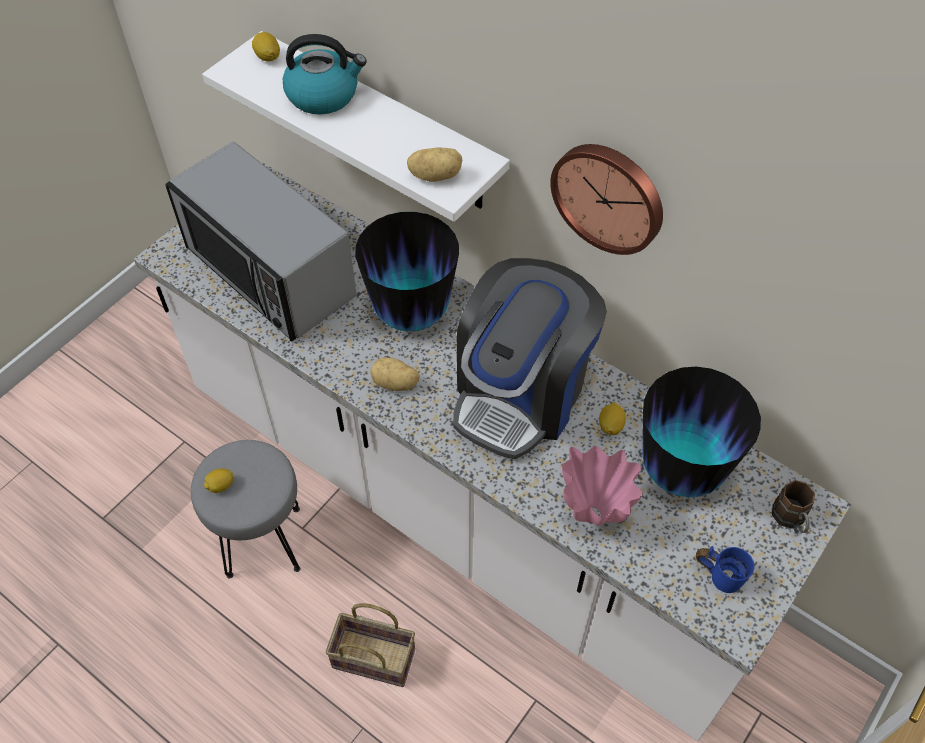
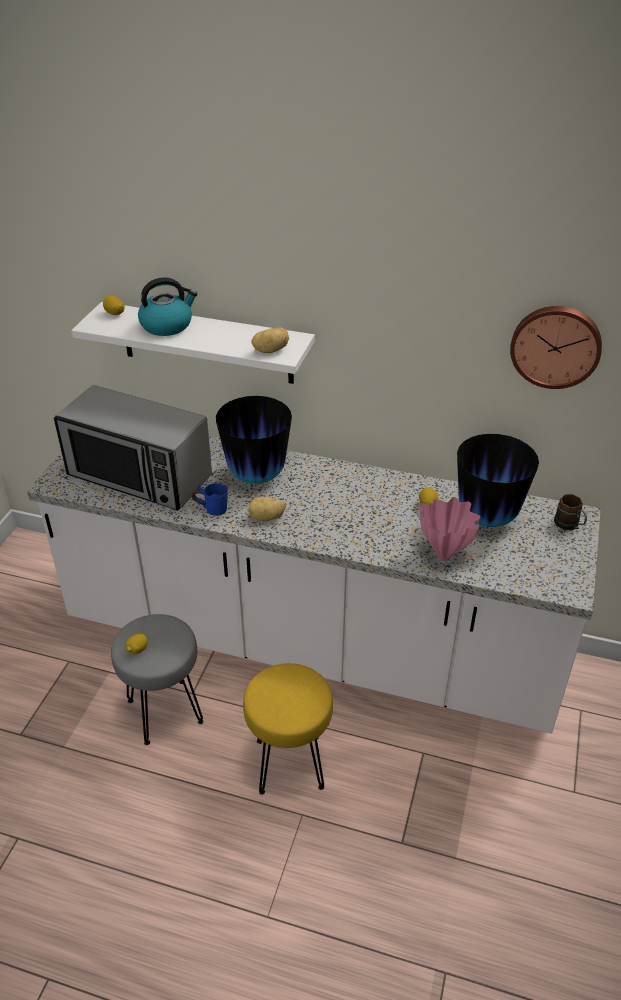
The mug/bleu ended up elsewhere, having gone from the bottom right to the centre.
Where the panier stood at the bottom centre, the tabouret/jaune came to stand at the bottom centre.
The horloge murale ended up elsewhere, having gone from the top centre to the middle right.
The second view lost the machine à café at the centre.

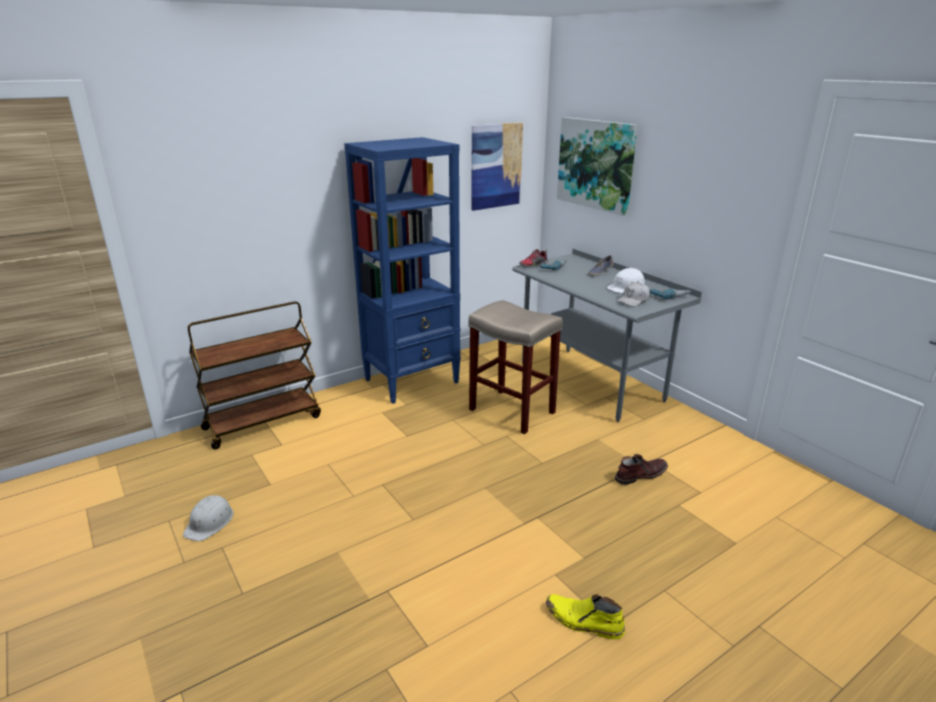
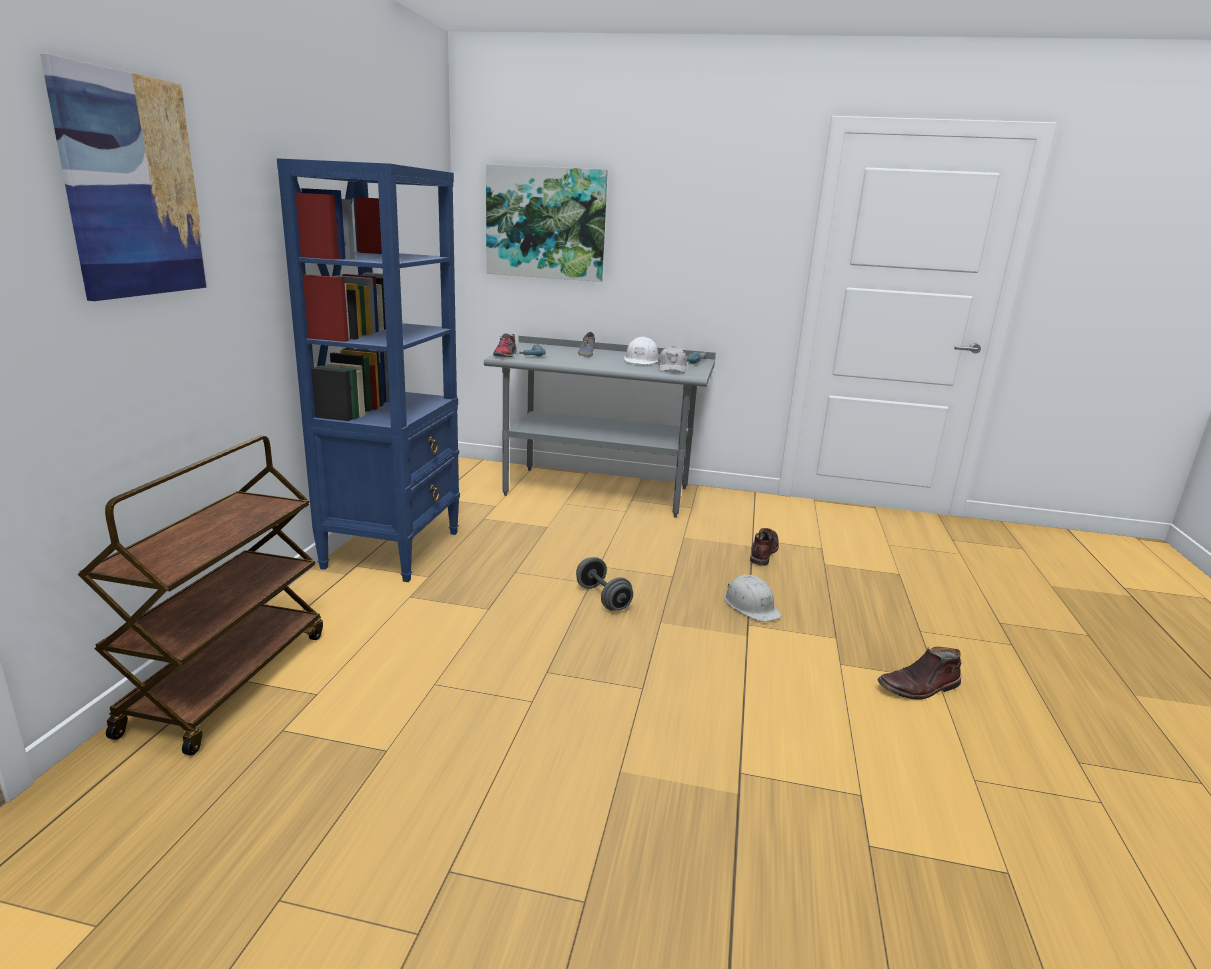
The tableau (no. 1 from left) ended up elsewhere, having gone from the top centre to the top left.
The second view gained the haltère/gris at the centre.
The casque de chantier/blanc (no. 1 from left in the first image) ended up elsewhere, having gone from the bottom left to the centre.
What was the botte/jaune at the bottom centre turned into the botte/marron (no. 2 from left) at the bottom right.
The second view lost the tabouret/beige at the centre.

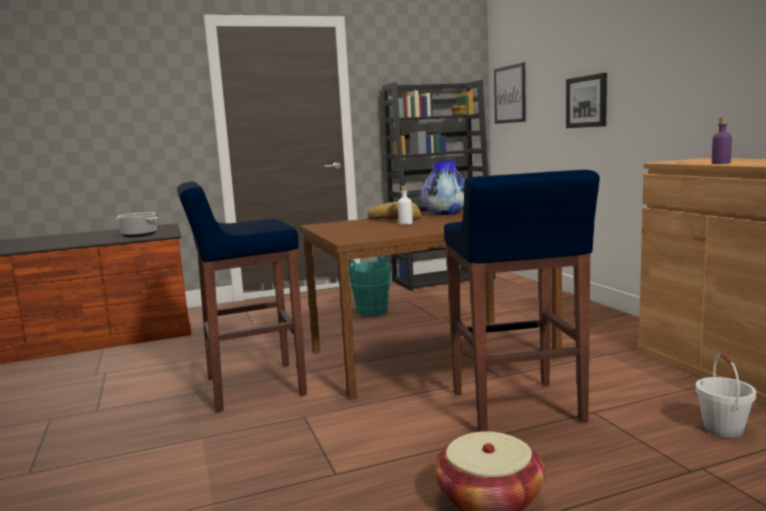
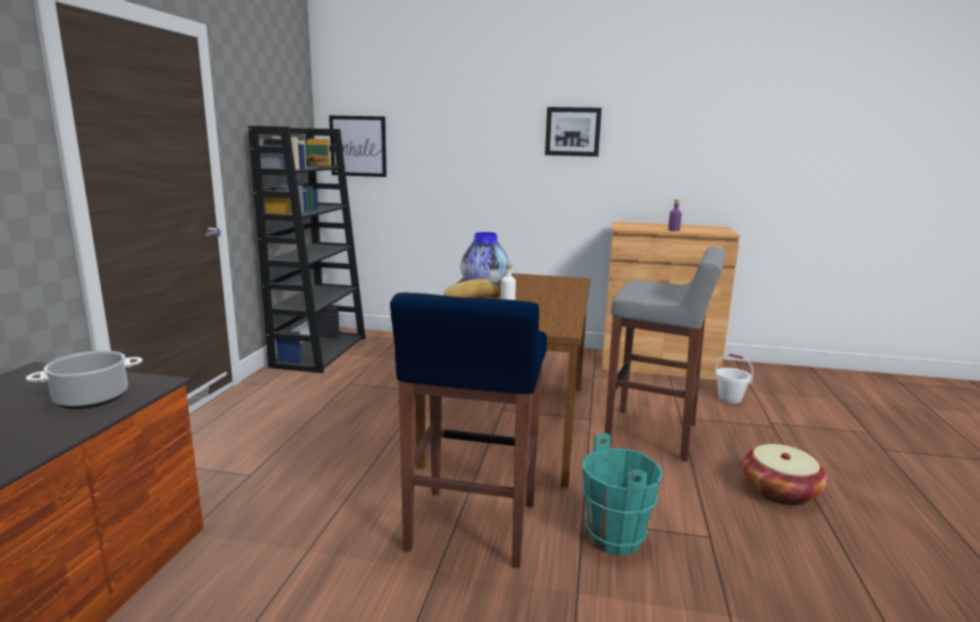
The tableau (no. 2 from left) ended up elsewhere, having gone from the top right to the top centre.
The seau/turquoise ended up elsewhere, having gone from the centre to the bottom centre.
What was the tabouret/bleu (no. 2 from left) at the middle right turned into the tabouret/gris at the middle right.

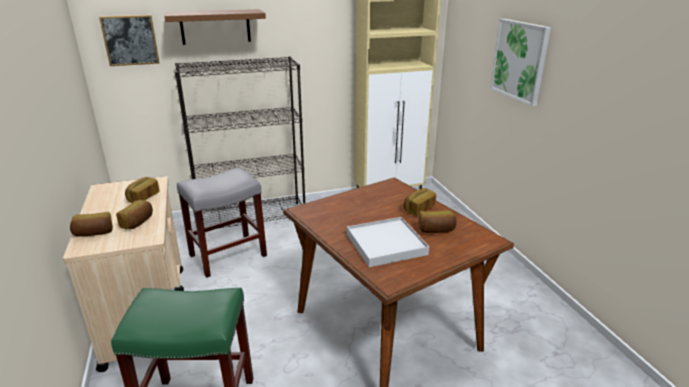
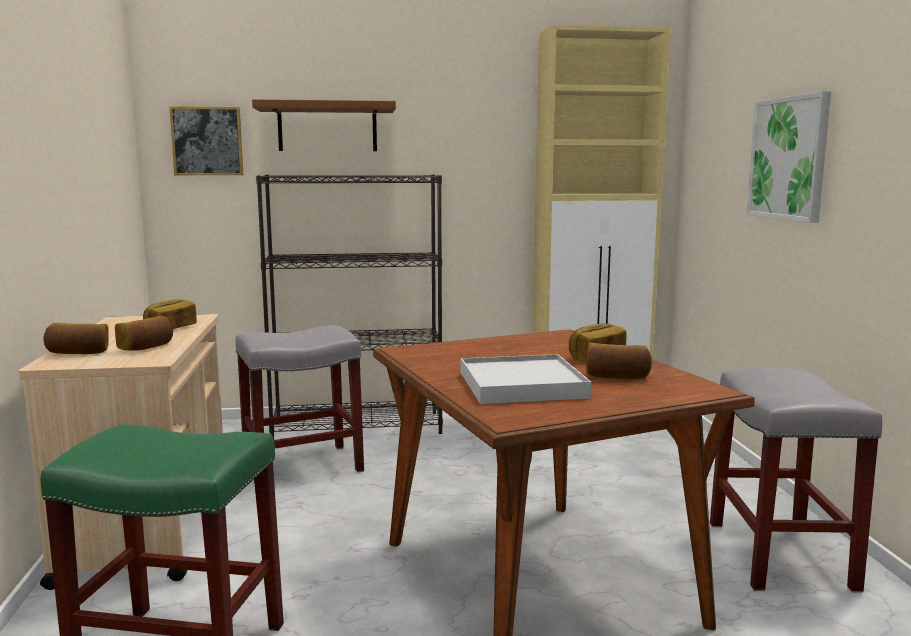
The second view gained the tabouret/gris (no. 2 from left) at the bottom right.

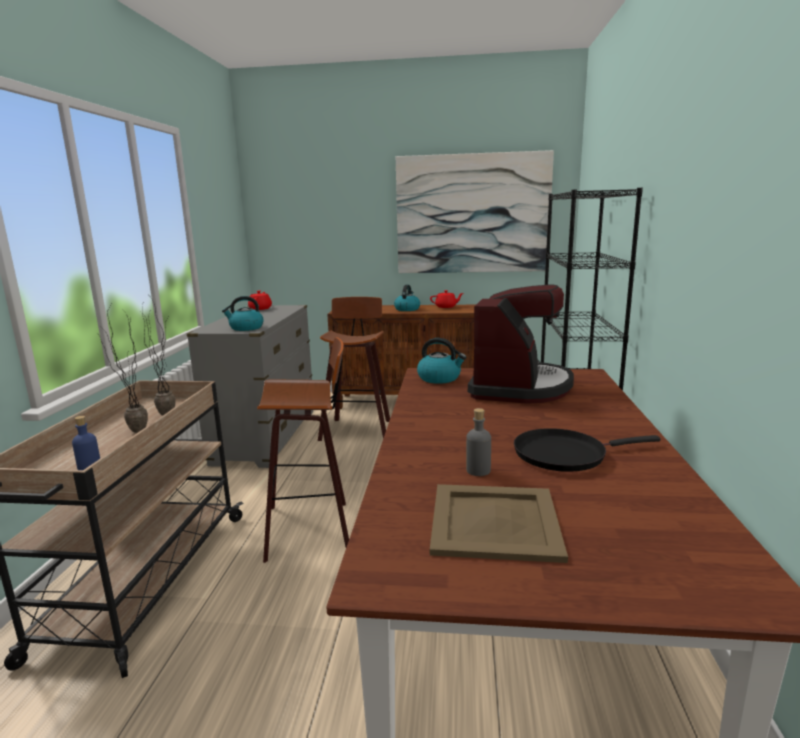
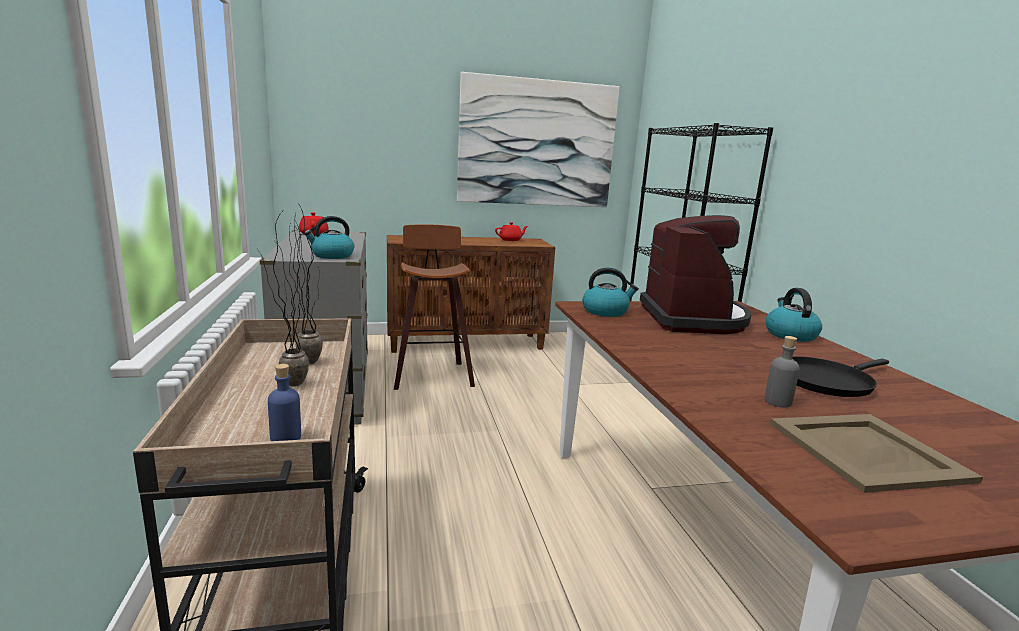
The bouilloire (no. 2 from left in the first image) ended up elsewhere, having gone from the centre to the middle right.
The second view lost the tabouret (no. 1 from left) at the centre.

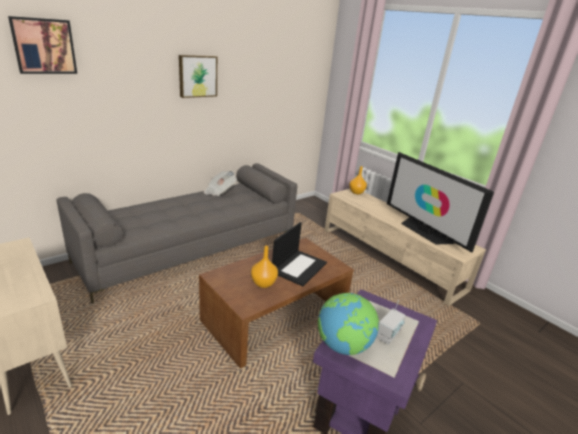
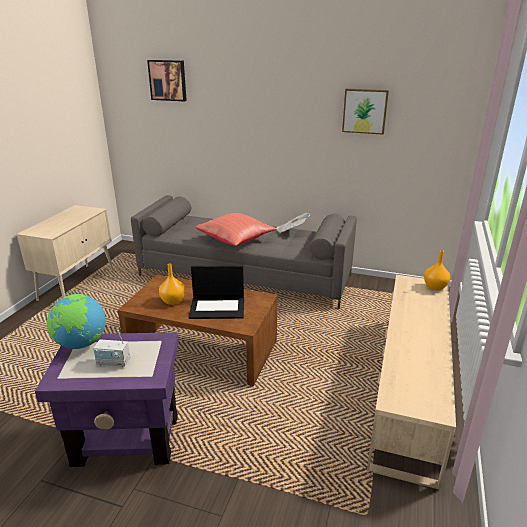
The second view gained the coussin/rouge at the centre.
The tableau (no. 2 from left) ended up elsewhere, having gone from the top centre to the top right.
The second view lost the téléviseur at the middle right.

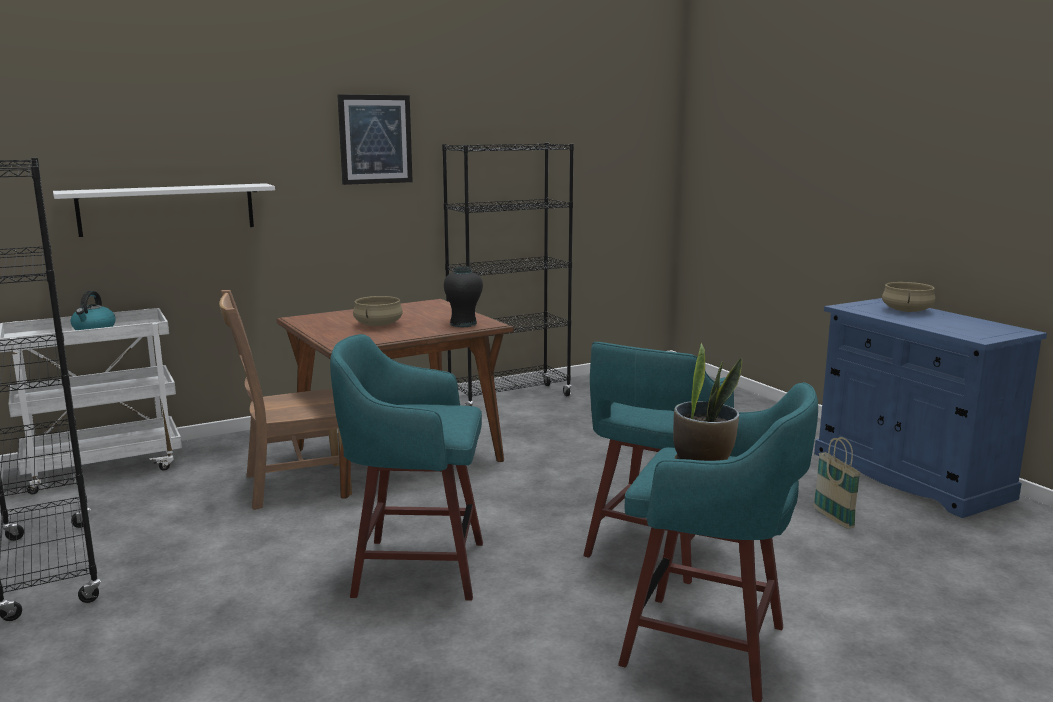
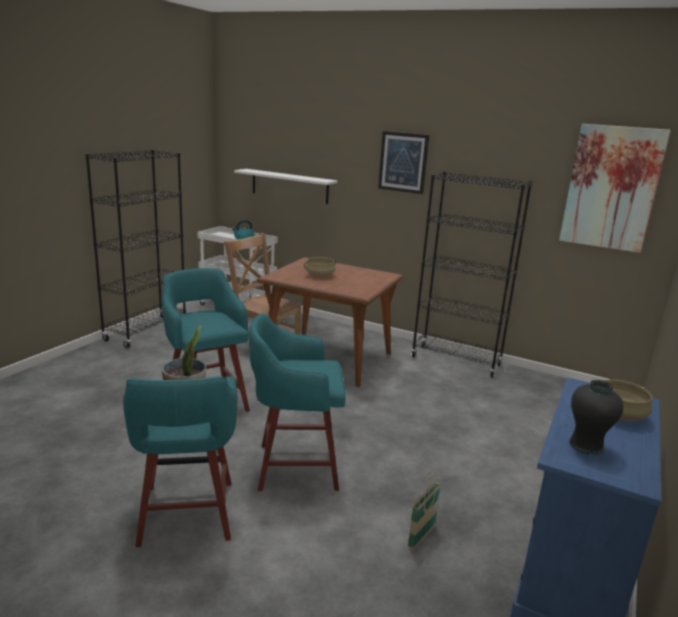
The second view gained the tableau (no. 2 from left) at the top right.
The vase/noir ended up elsewhere, having gone from the centre to the bottom right.

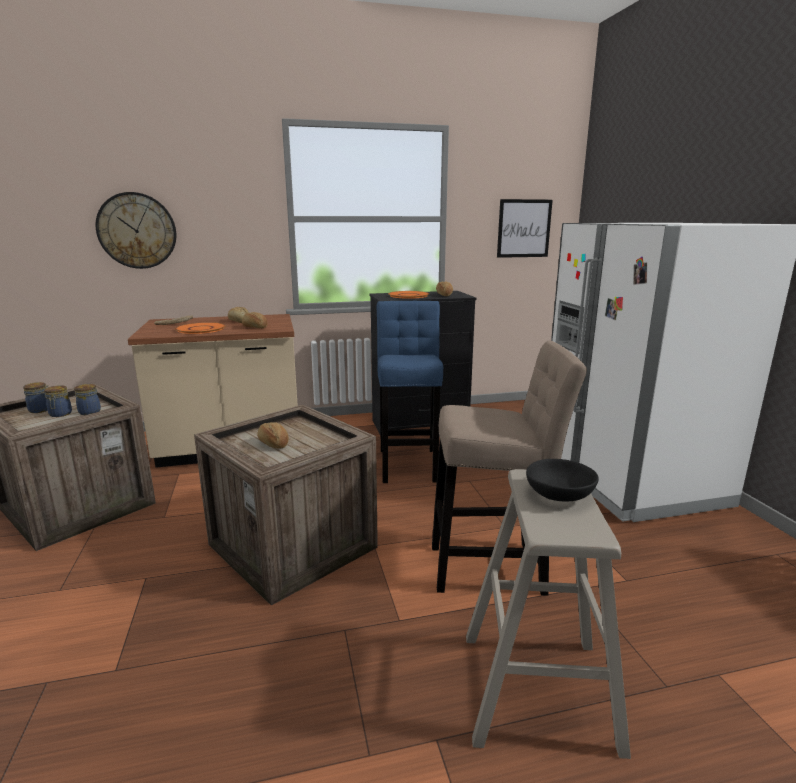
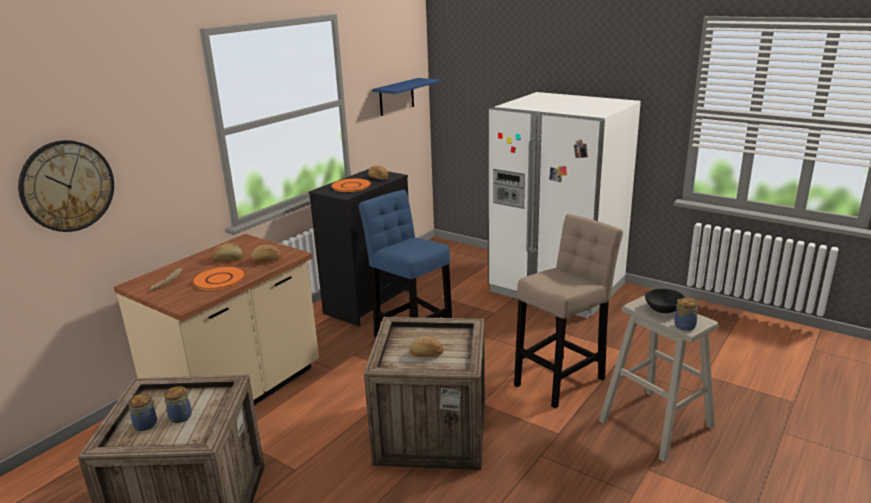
Where the tableau hung at the top centre, the étagère/bleu came to hang at the top centre.
The bocal (no. 3 from left) ended up elsewhere, having gone from the middle left to the middle right.

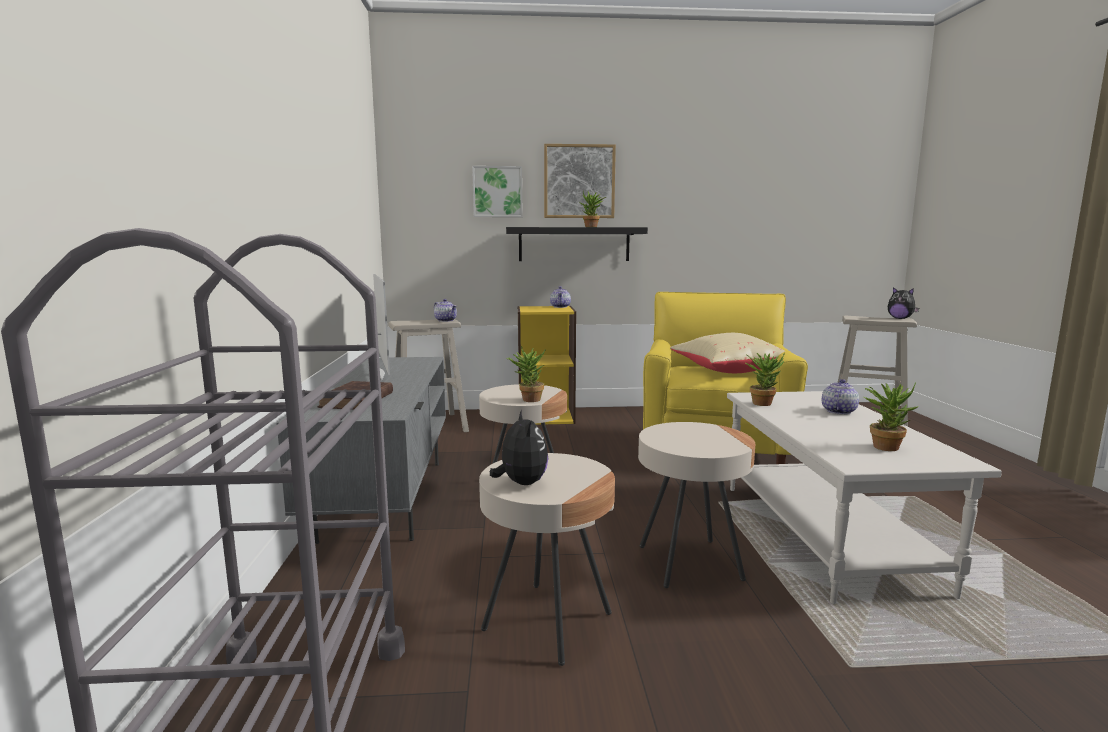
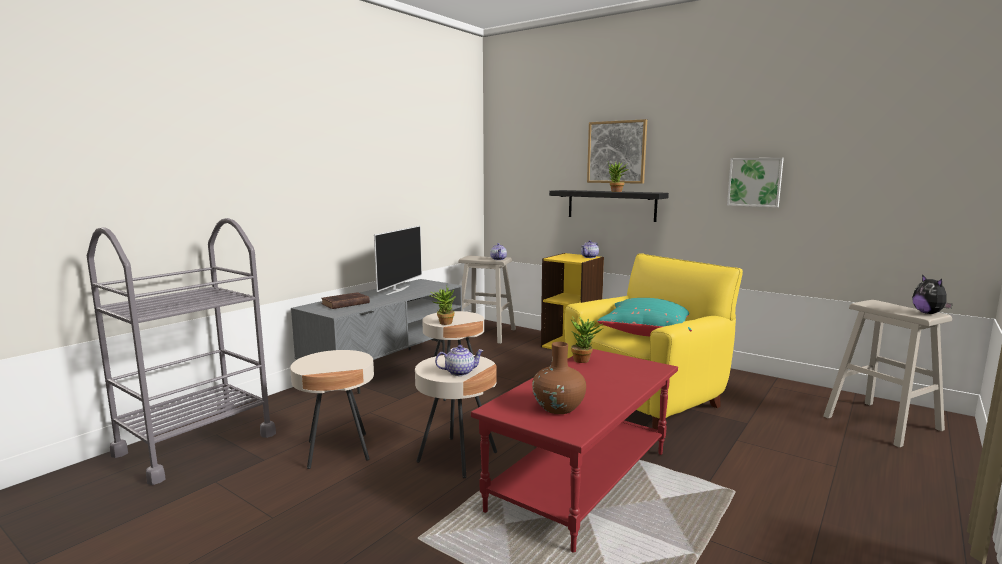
The théière (no. 3 from left in the first image) ended up elsewhere, having gone from the middle right to the centre.
What was the table basse/blanc at the bottom right turned into the table basse/rouge at the bottom centre.
Where the plante en pot (no. 4 from left) stood at the middle right, the vase/marron came to stand at the bottom centre.
What was the coussin/beige at the centre turned into the coussin/turquoise at the centre.
The tableau (no. 1 from left in the first image) ended up elsewhere, having gone from the top centre to the top right.
The second view lost the peluche (no. 1 from left) at the centre.

